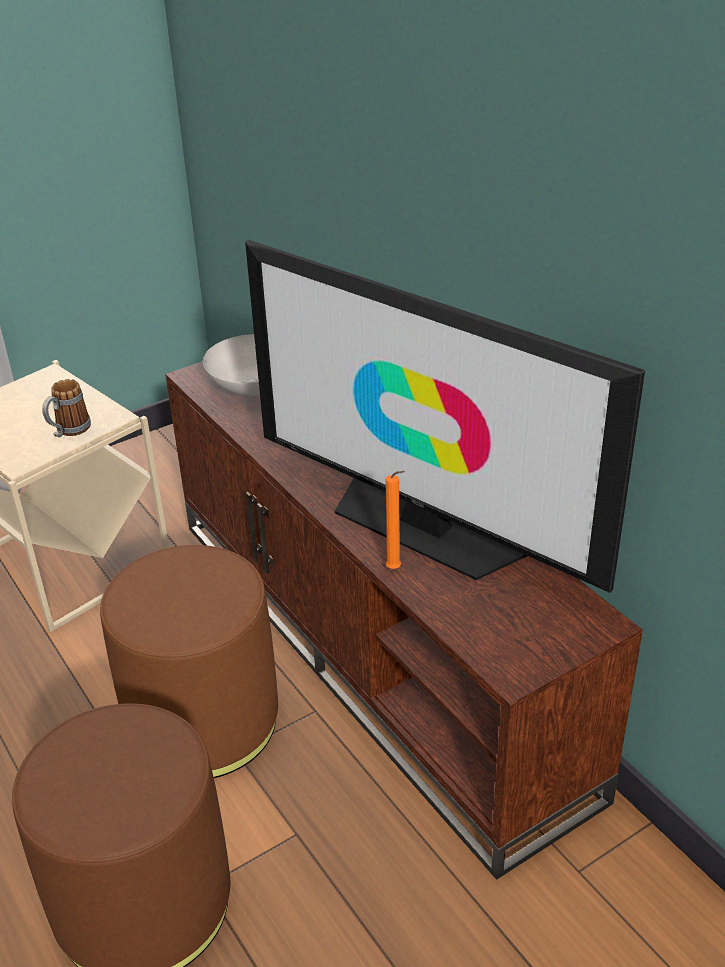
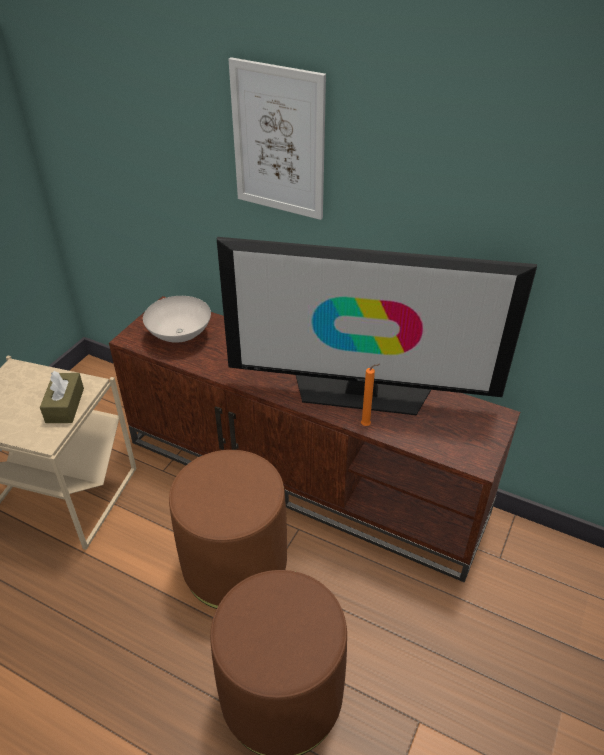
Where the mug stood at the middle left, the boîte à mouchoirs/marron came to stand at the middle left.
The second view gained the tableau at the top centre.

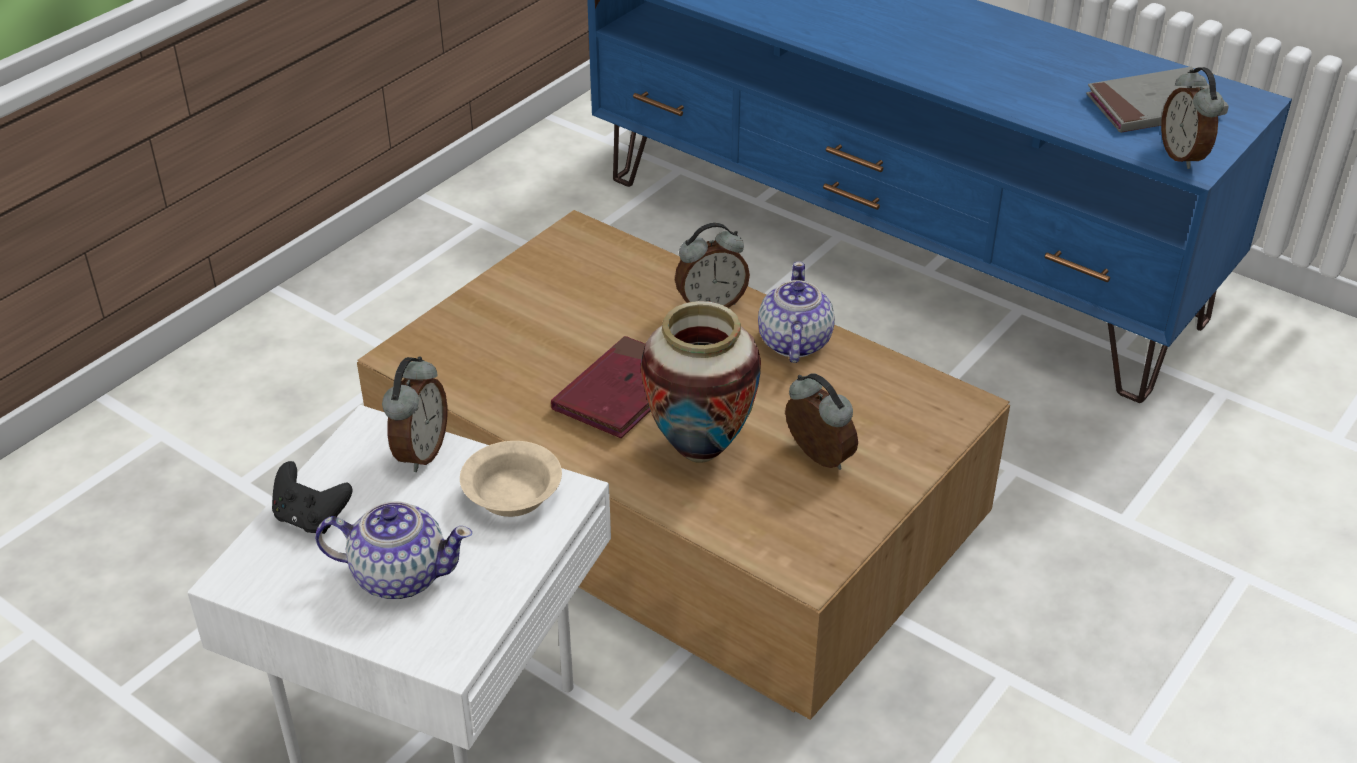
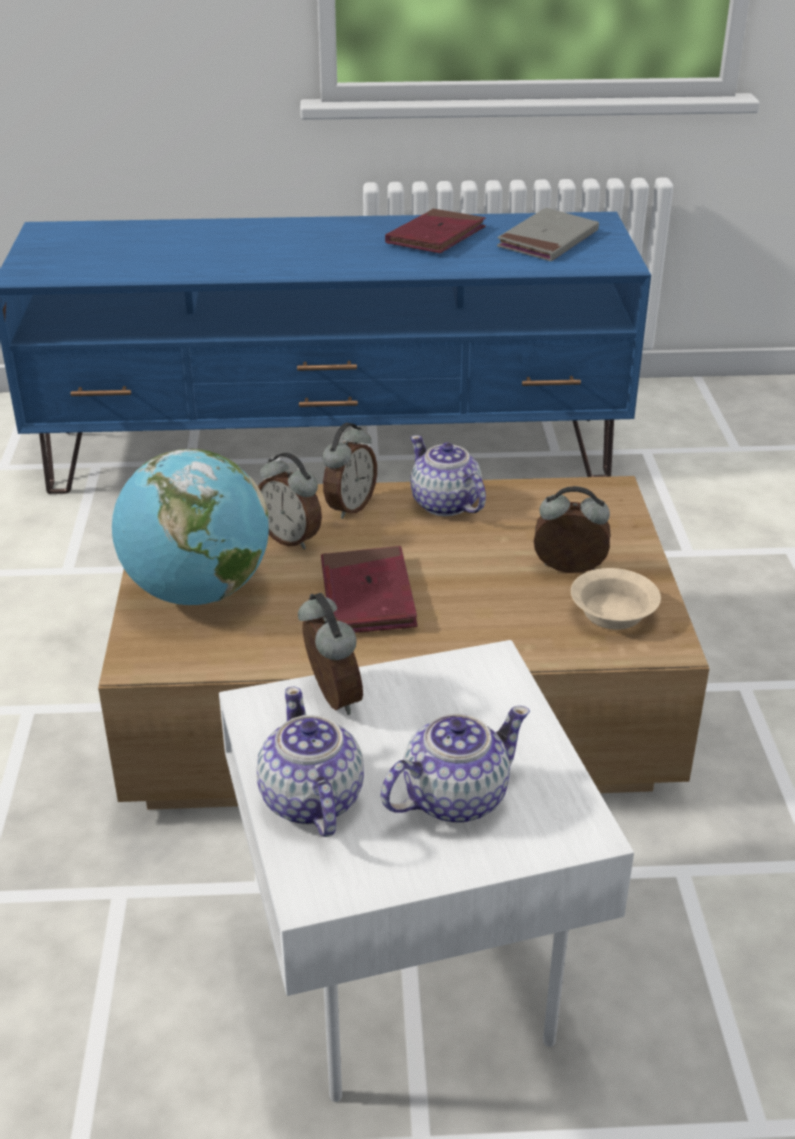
The second view gained the globe at the middle left.
Where the manette/noir stood at the middle left, the théière (no. 1 from left) came to stand at the bottom centre.
The réveil (no. 4 from left in the first image) ended up elsewhere, having gone from the top right to the centre.
The second view gained the livre/rouge (no. 2 from left) at the top centre.
The bol/beige ended up elsewhere, having gone from the centre to the middle right.
The second view lost the vase at the centre.

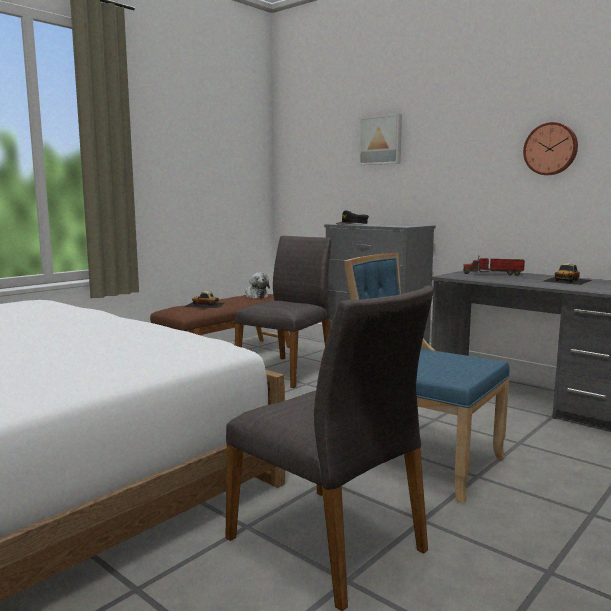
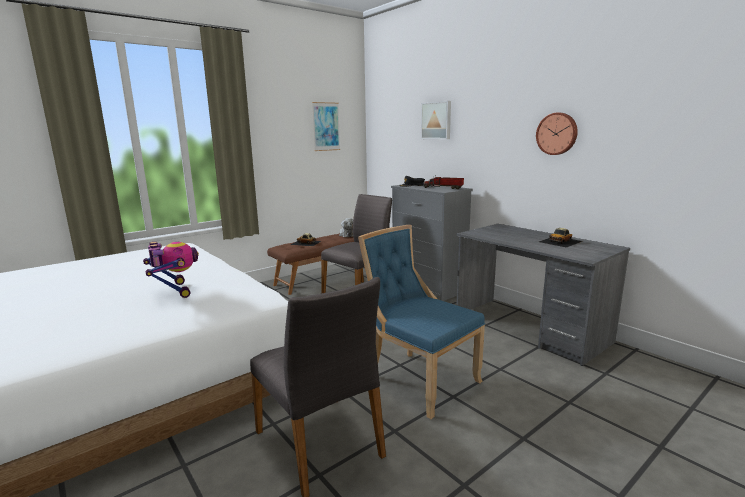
The second view gained the robot jouet at the middle left.
The second view gained the tableau (no. 1 from left) at the top centre.
The camion jouet ended up elsewhere, having gone from the middle right to the centre.

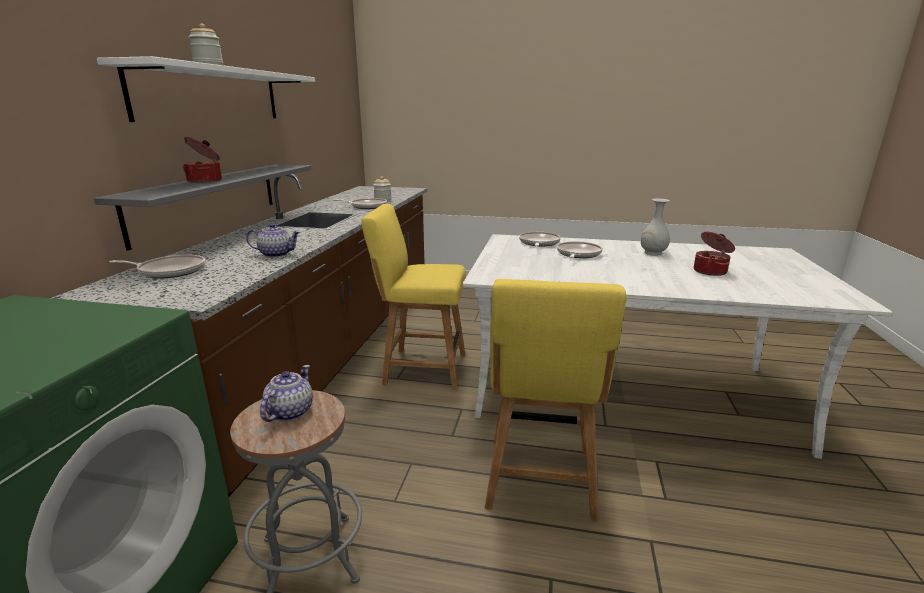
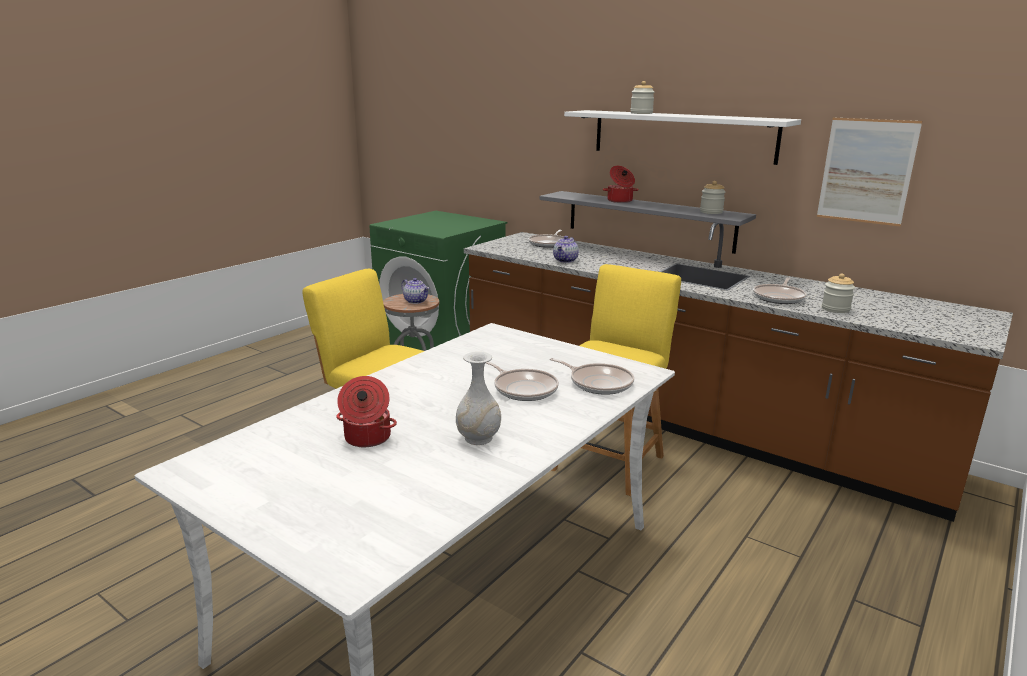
The second view gained the bocal (no. 2 from left) at the top right.
The second view gained the tableau at the top right.

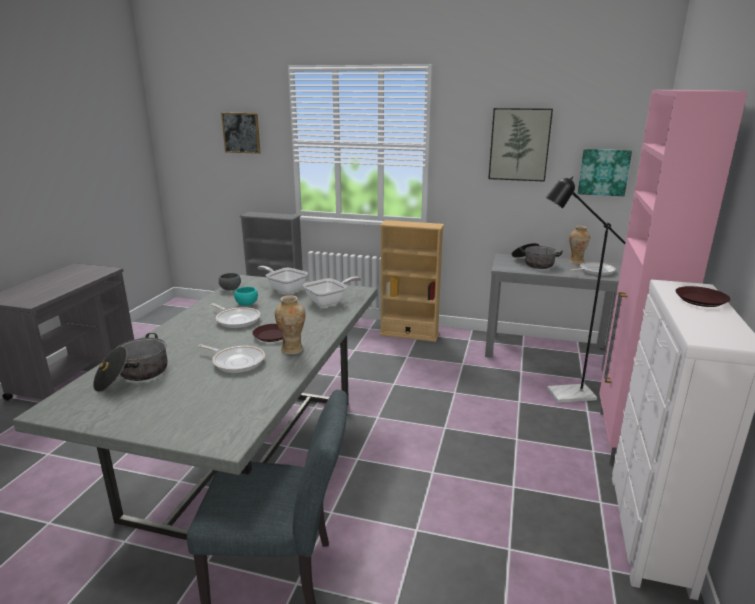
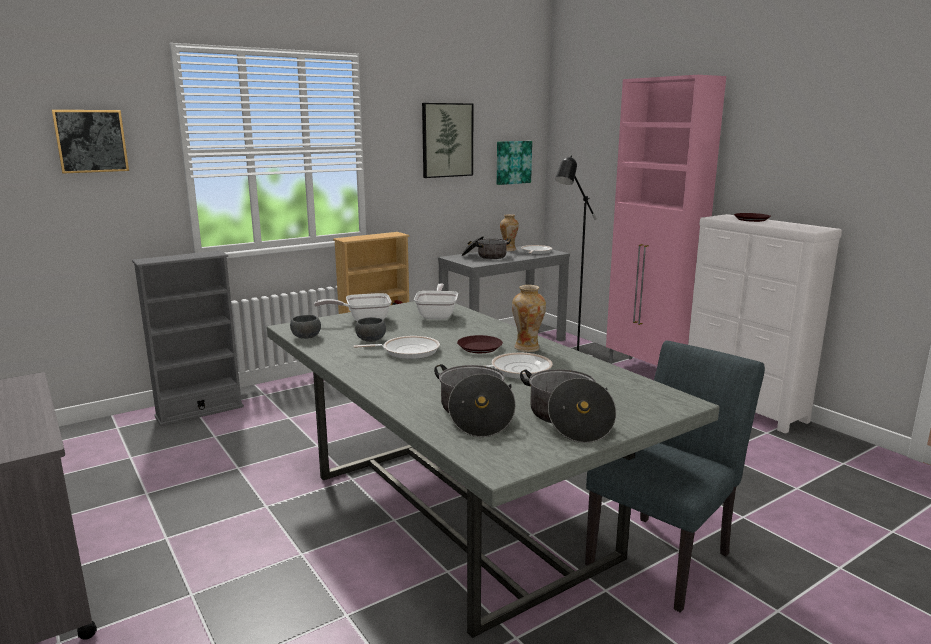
What was the bol/turquoise at the middle left turned into the bol/gris (no. 2 from left) at the centre.
The second view gained the marmite (no. 3 from left) at the centre.

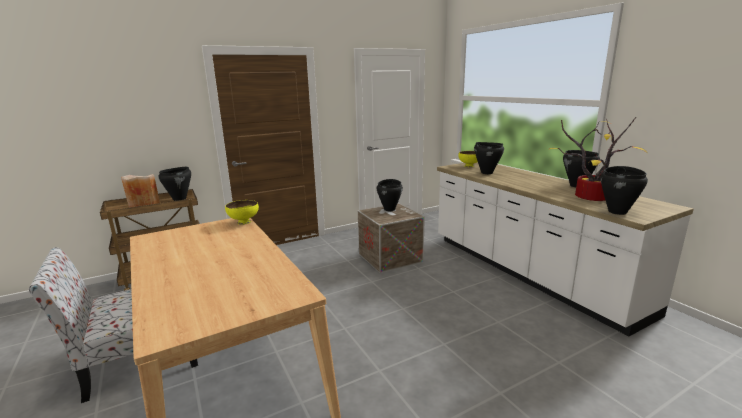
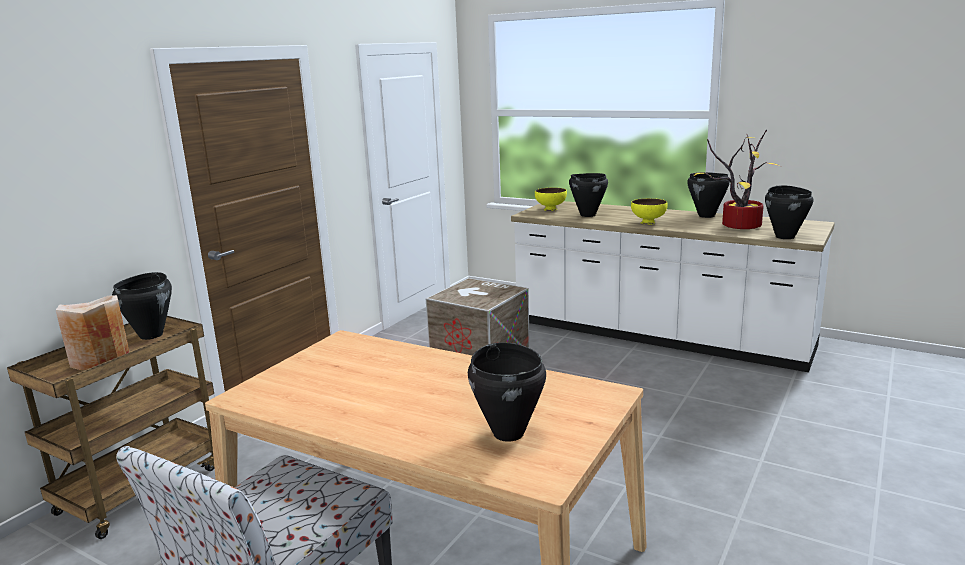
The marmite/noir (no. 2 from left) ended up elsewhere, having gone from the centre to the bottom centre.
The bol/jaune (no. 1 from left in the first image) ended up elsewhere, having gone from the middle left to the middle right.

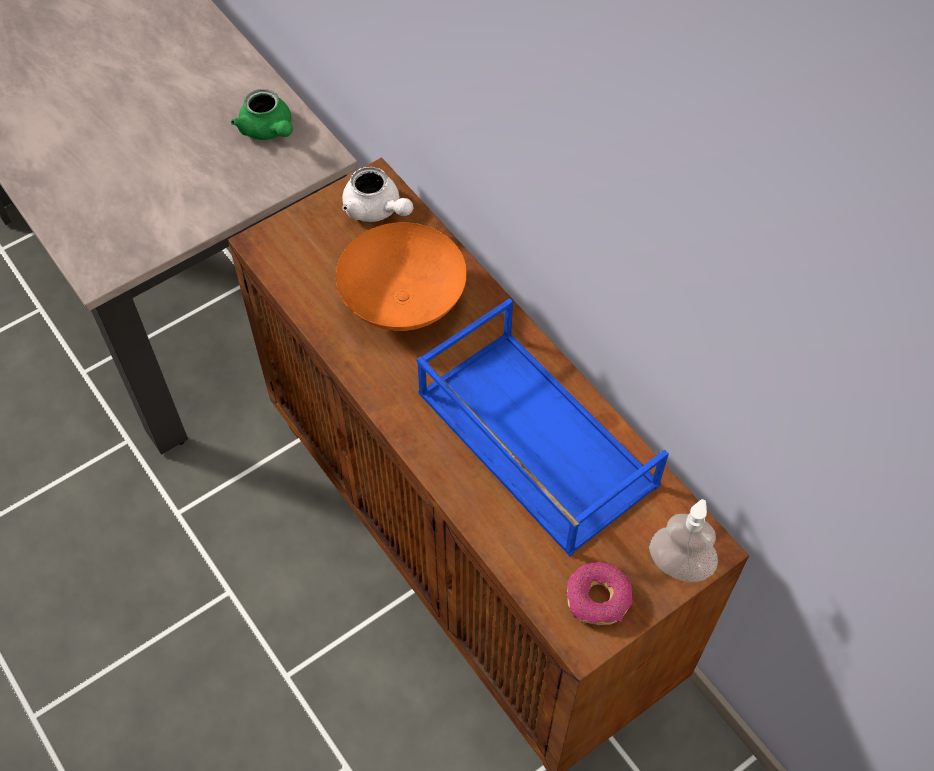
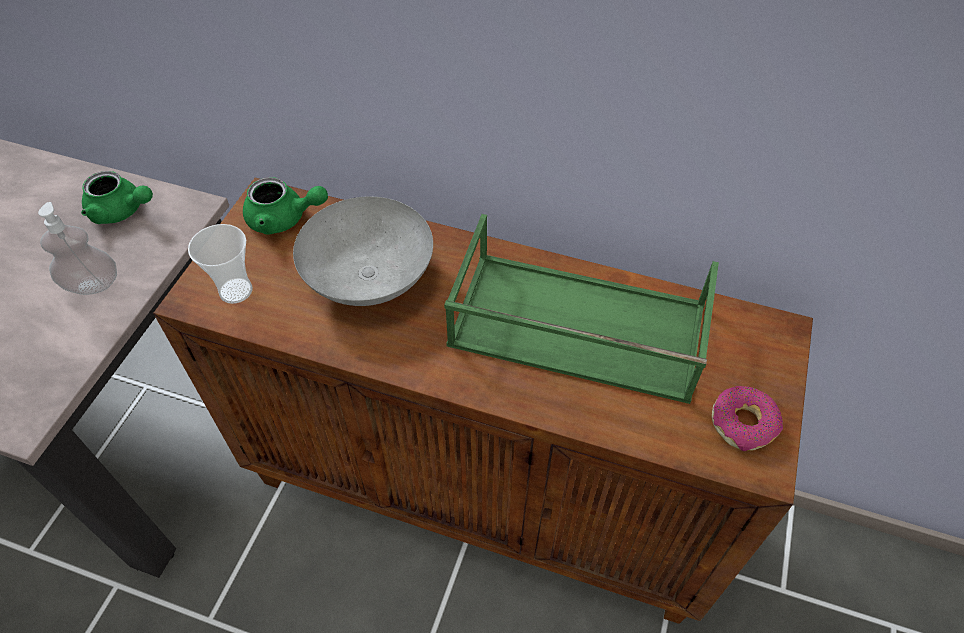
The distributeur de savon ended up elsewhere, having gone from the bottom right to the middle left.
The second view gained the tasse at the middle left.
What was the théière/blanc at the top centre turned into the théière/vert (no. 2 from left) at the top left.
What was the bol/orange at the centre turned into the bol/gris at the centre.
What was the plateau/bleu at the centre turned into the plateau/vert at the centre.

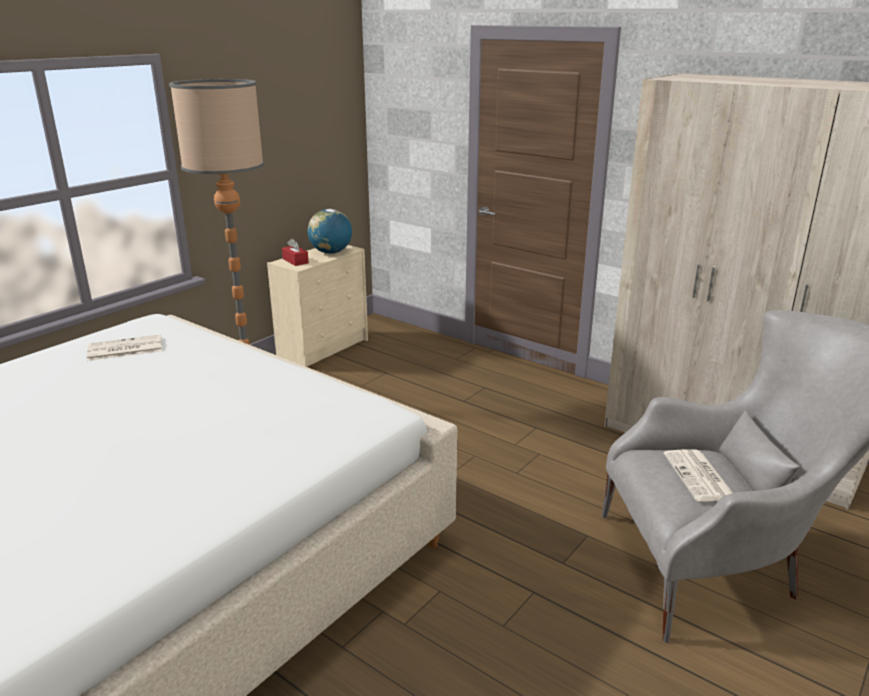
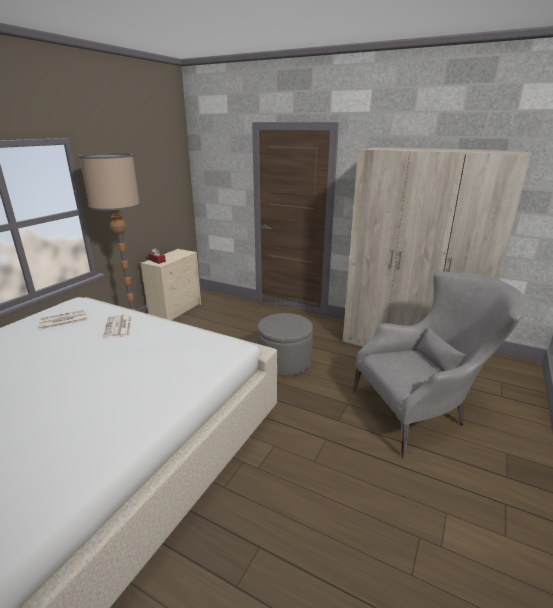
The journal (no. 2 from left) ended up elsewhere, having gone from the bottom right to the middle left.
The second view gained the pouf/gris at the centre.
The second view lost the globe at the top centre.

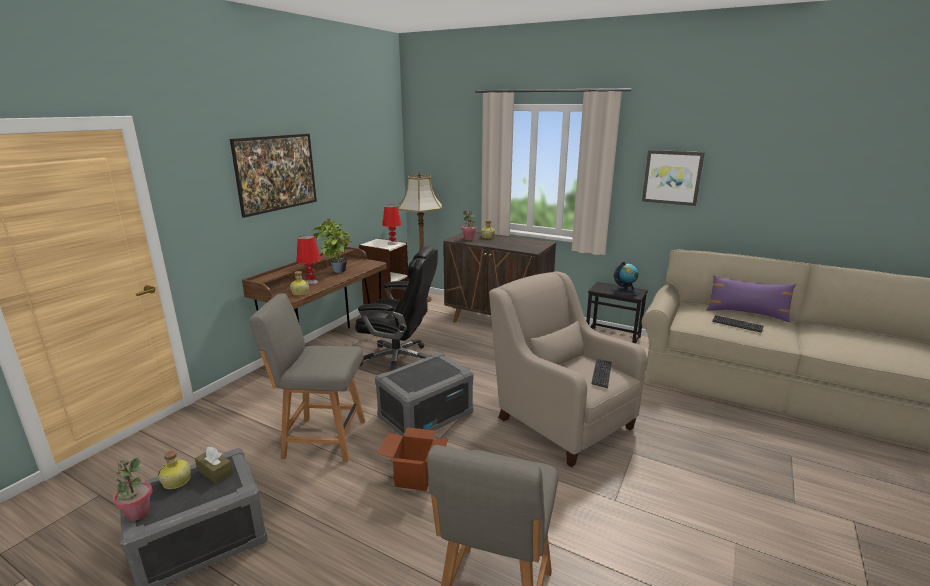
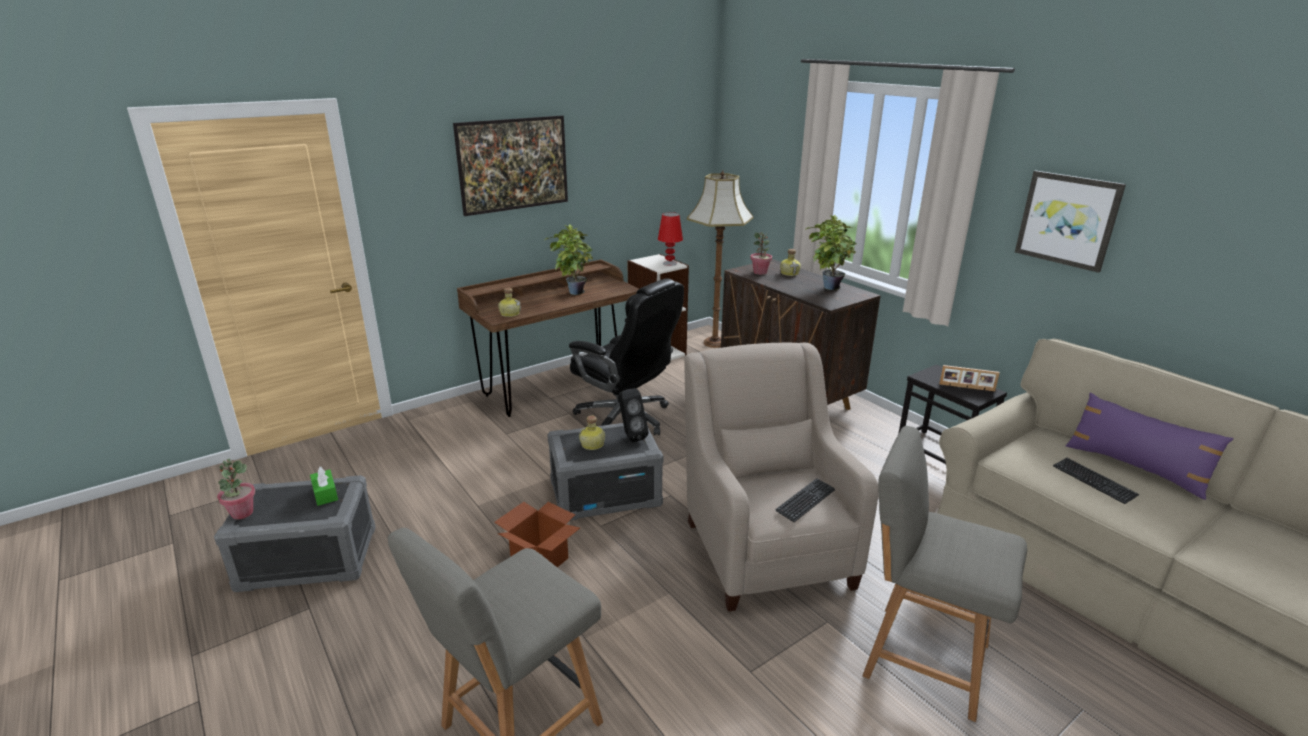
What was the boîte à mouchoirs/marron at the bottom left turned into the boîte à mouchoirs/vert at the middle left.
The bouteille (no. 1 from left in the first image) ended up elsewhere, having gone from the bottom left to the centre.
The second view gained the enceinte/noir at the centre.
The second view gained the plante en pot (no. 4 from left) at the centre.
The chaise/gris (no. 1 from left in the first image) ended up elsewhere, having gone from the middle left to the bottom right.
Where the globe stood at the middle right, the cadre photo came to stand at the middle right.
The second view lost the lampe de table/rouge (no. 1 from left) at the middle left.

